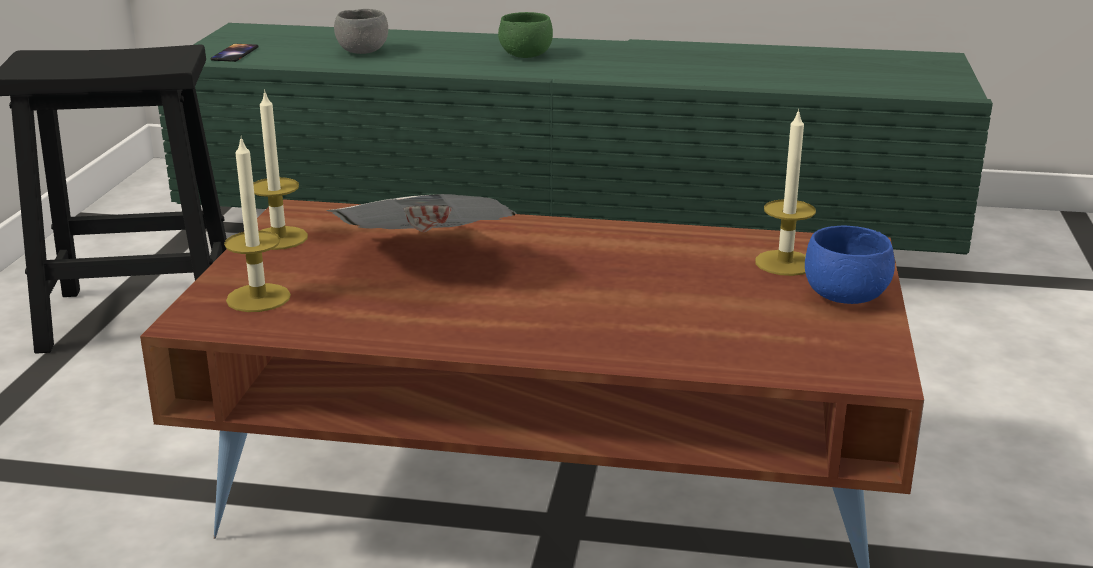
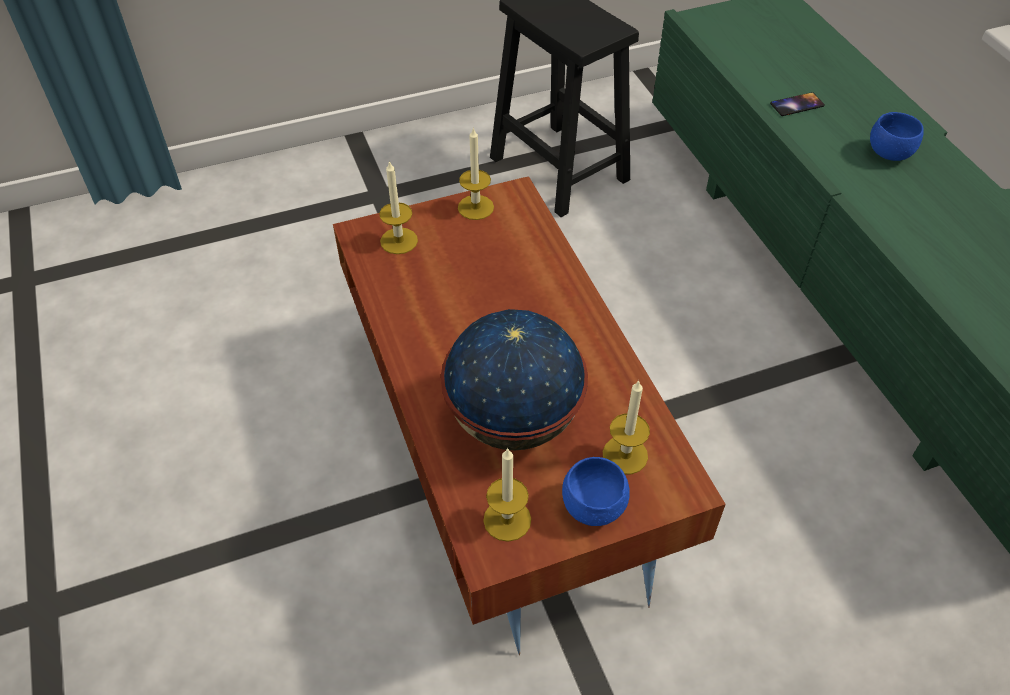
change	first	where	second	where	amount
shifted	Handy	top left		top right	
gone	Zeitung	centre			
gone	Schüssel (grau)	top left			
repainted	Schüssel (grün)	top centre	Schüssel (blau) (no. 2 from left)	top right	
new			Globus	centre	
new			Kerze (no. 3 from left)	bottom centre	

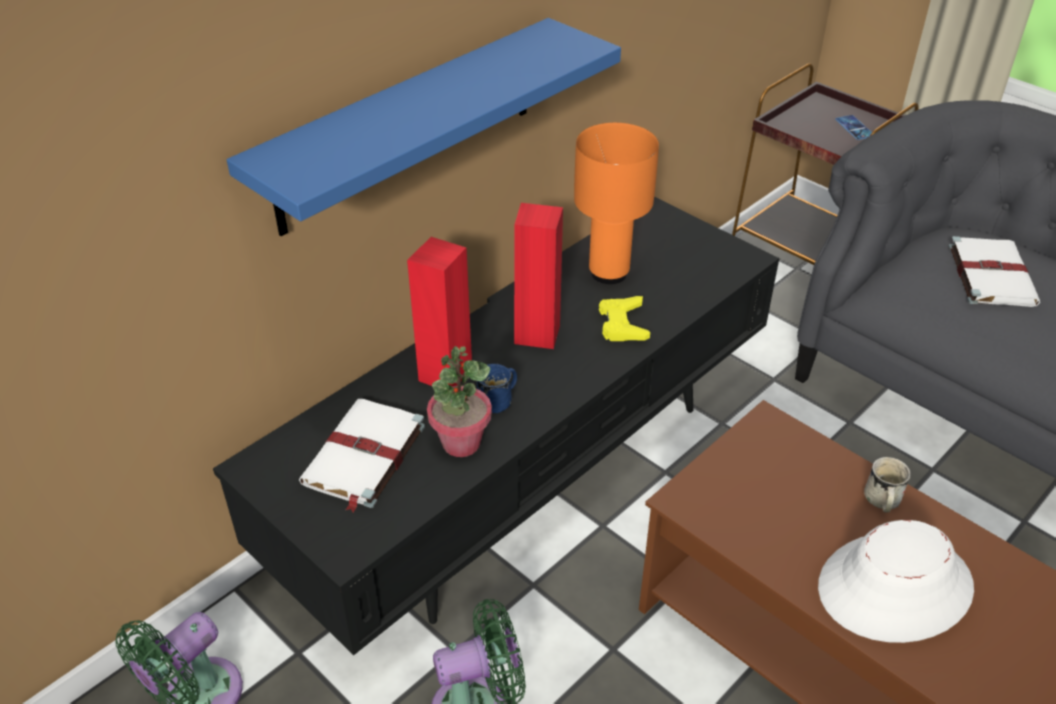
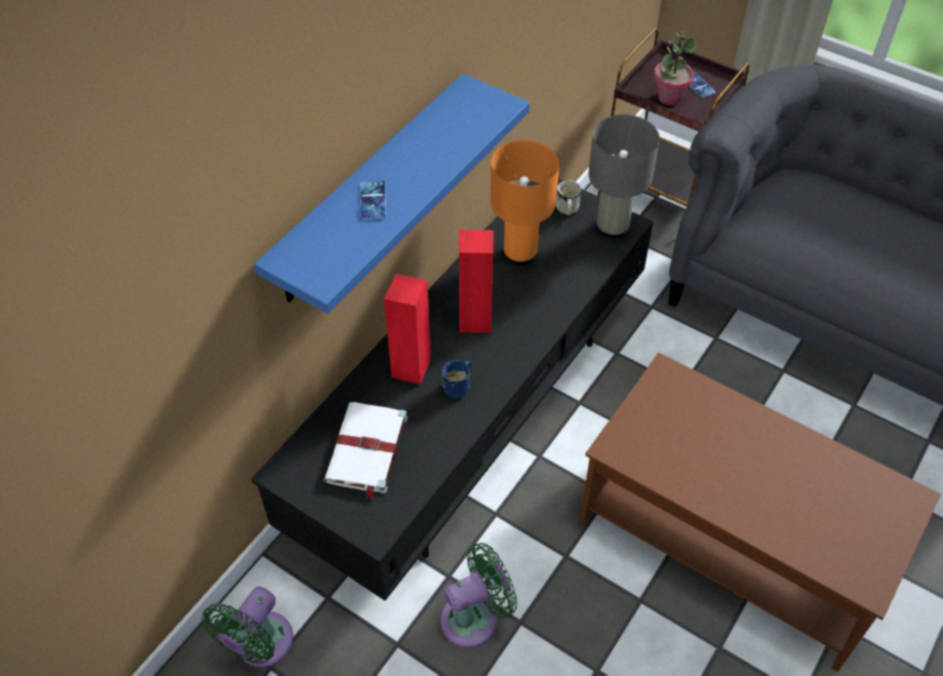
change	first	where	second	where	amount
shifted	Topfpflanze	centre		top right	
gone	Gamepad (gelb)	centre			
gone	Hut (weiß)	bottom right			
shifted	Henkelbecher (weiß)	bottom right		top centre	
gone	Buch (weiß) (no. 2 from left)	middle right			
new			Handy (no. 1 from left)	top centre	
new			Tischlampe (grau)	top centre	

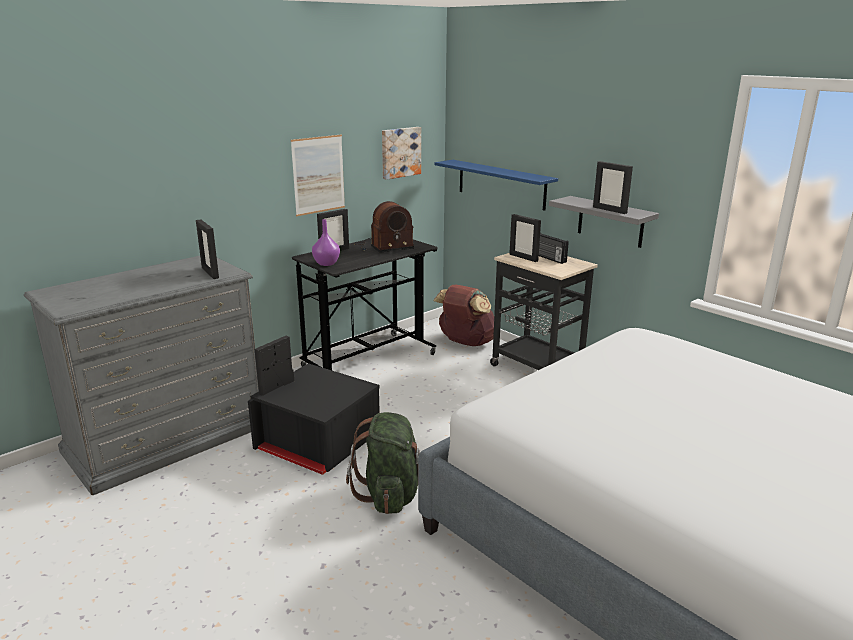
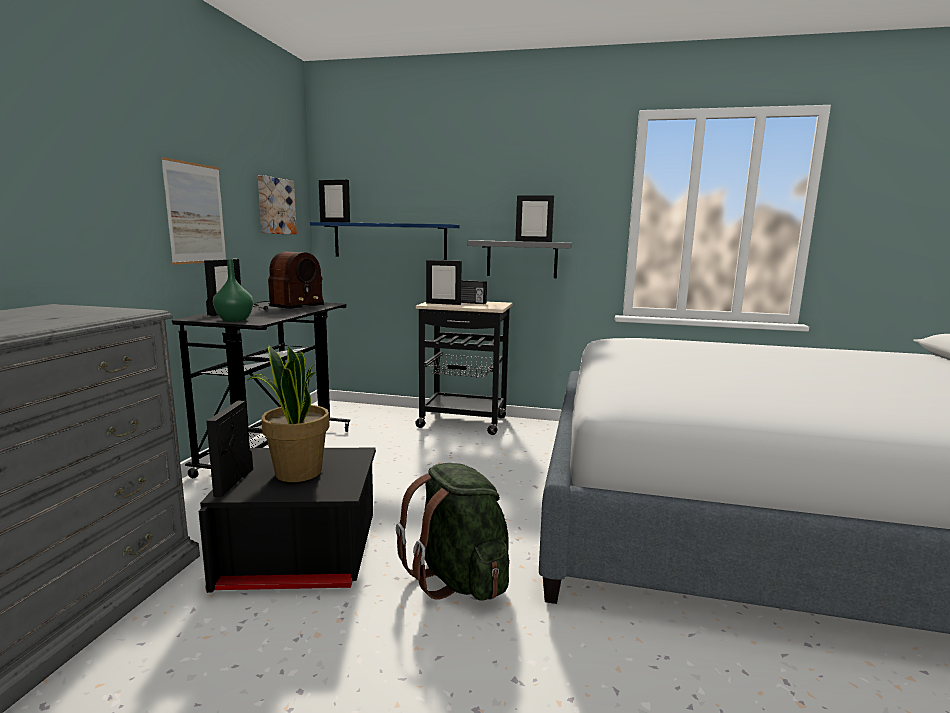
change	first	where	second	where	amount
shifted	Bilderrahmen (no. 1 from left in the first image)	middle left	Bilderrahmen (no. 3 from left)	top centre	
repainted	Vase (lila)	centre	Vase (grün)	middle left	
gone	Rucksack (braun)	centre			
new			Topfpflanze	middle left	

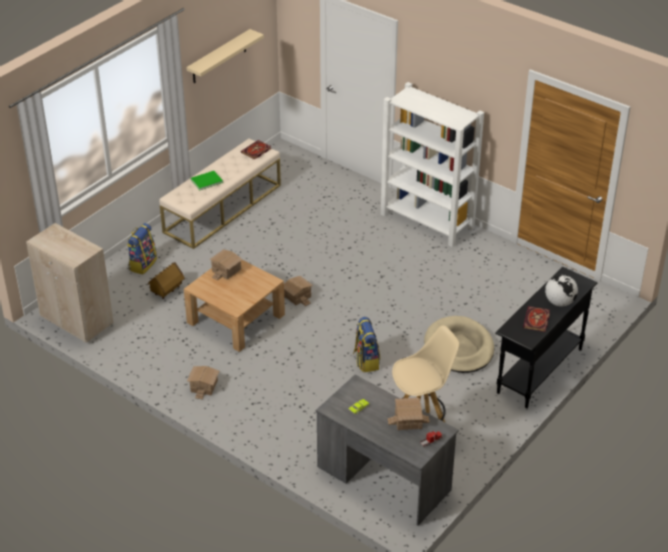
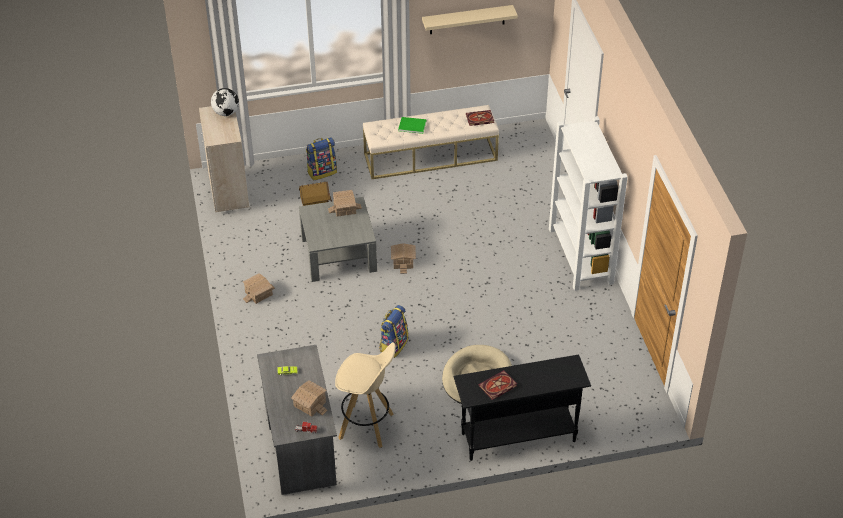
change	first	where	second	where	amount
repainted	Couchtisch (braun)	centre	Couchtisch (grau)	centre	
shifted	Globus	middle right		top left	

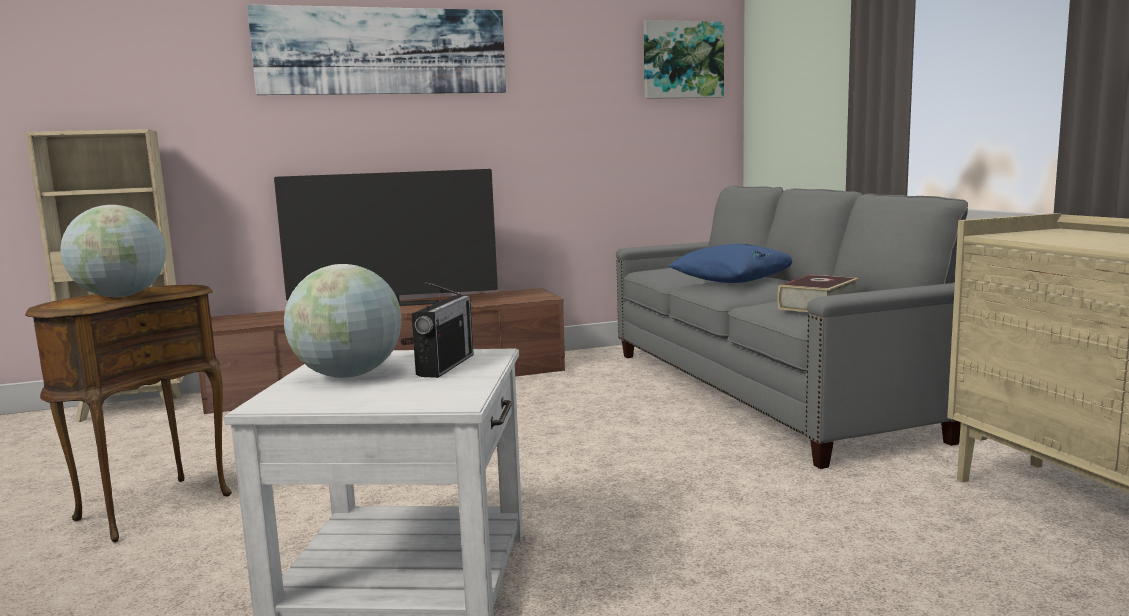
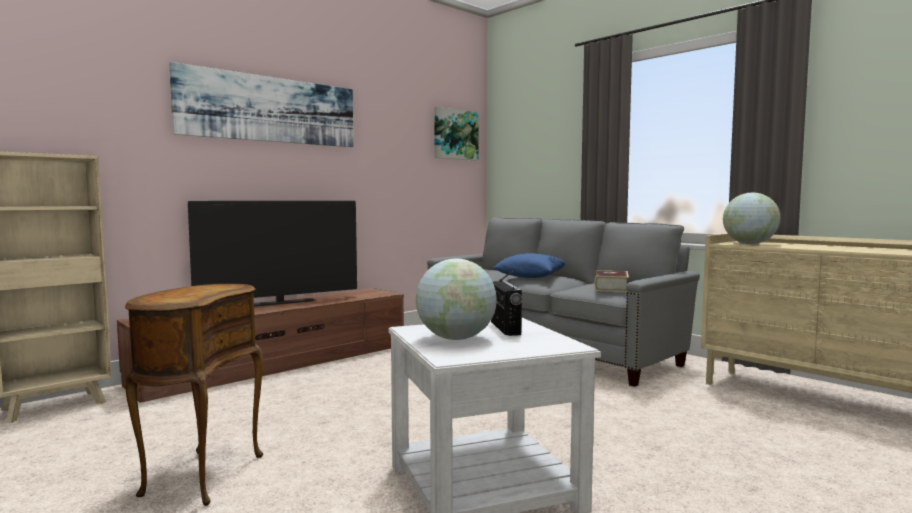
change	first	where	second	where	amount
shifted	Globus (no. 1 from left in the first image)	middle left	Globus (no. 2 from left)	middle right	

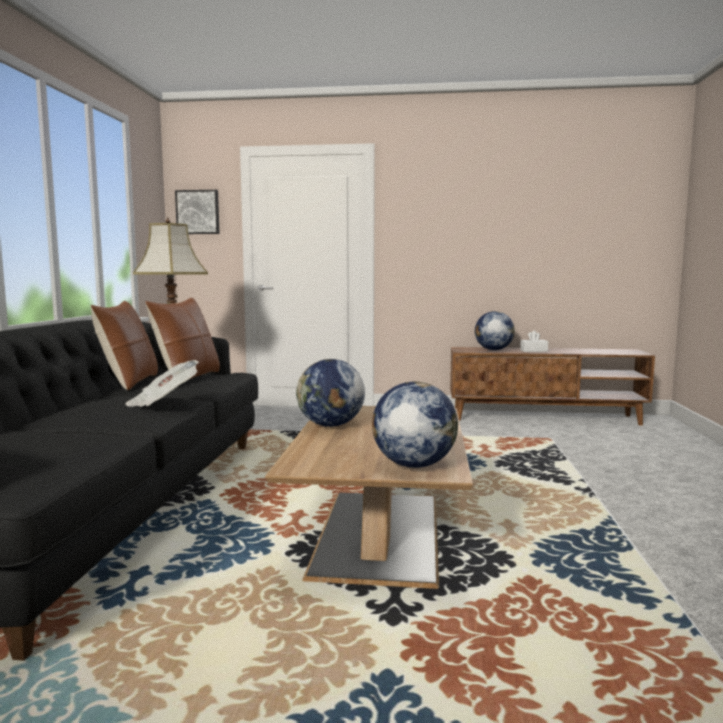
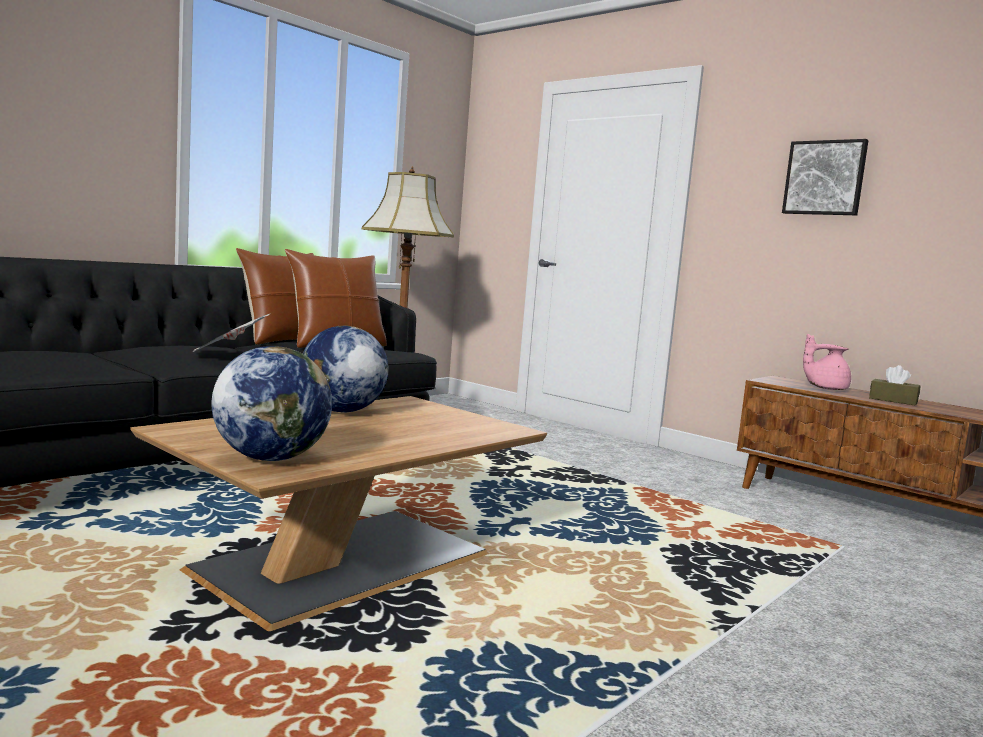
change	first	where	second	where	amount
shifted	Bild	top left		top right	
swapped	Globus (no. 3 from left)	middle right	Teekanne (rosa)	middle right	
repainted	Taschentuchbox (weiß)	middle right	Taschentuchbox (braun)	middle right	

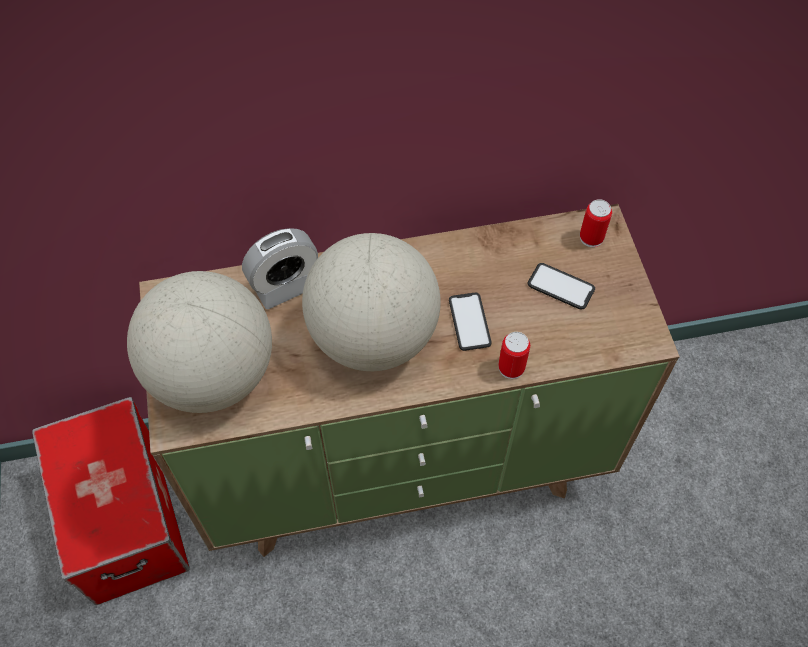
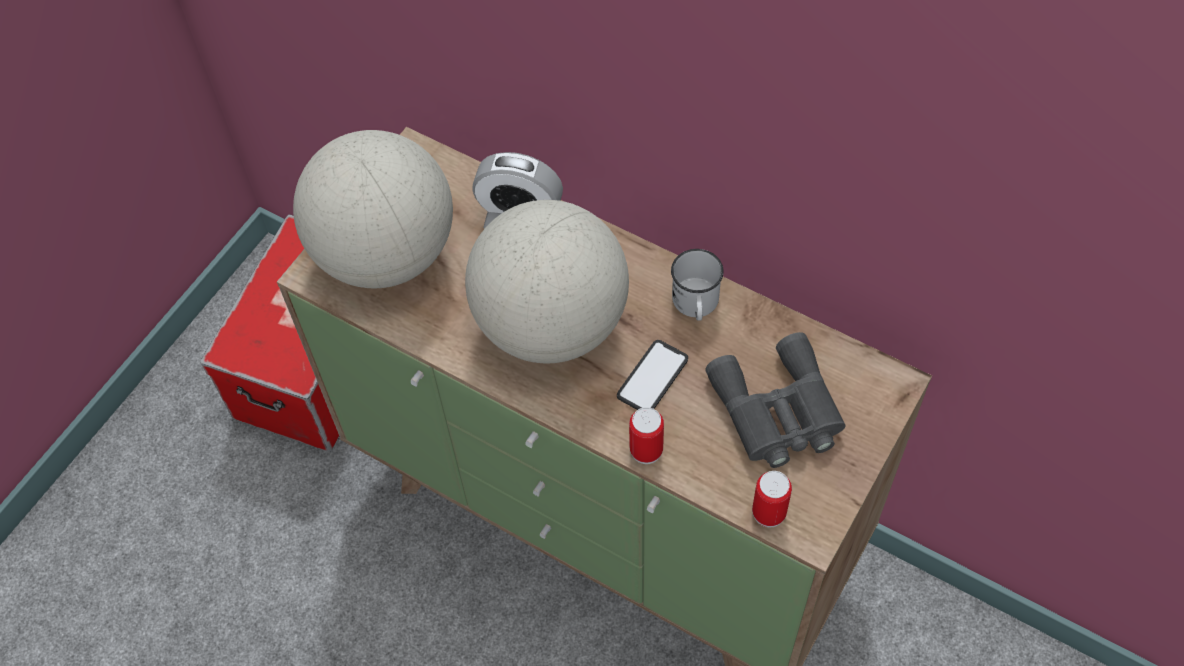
change	first	where	second	where	amount
swapped	Handy (no. 2 from left)	middle right	Fernglas (grau)	centre	
shifted	Dose (no. 2 from left)	middle right		bottom centre	
new			Henkelbecher (weiß)	centre	

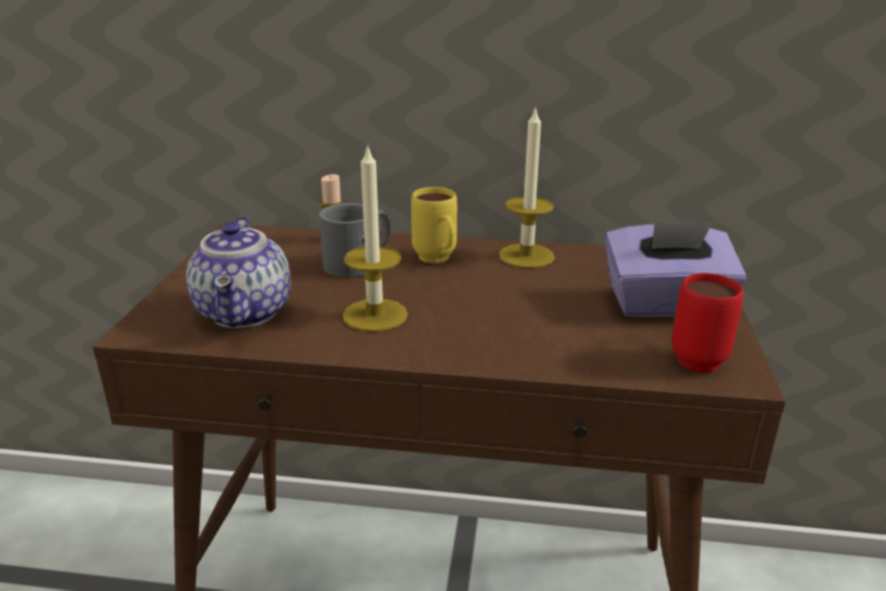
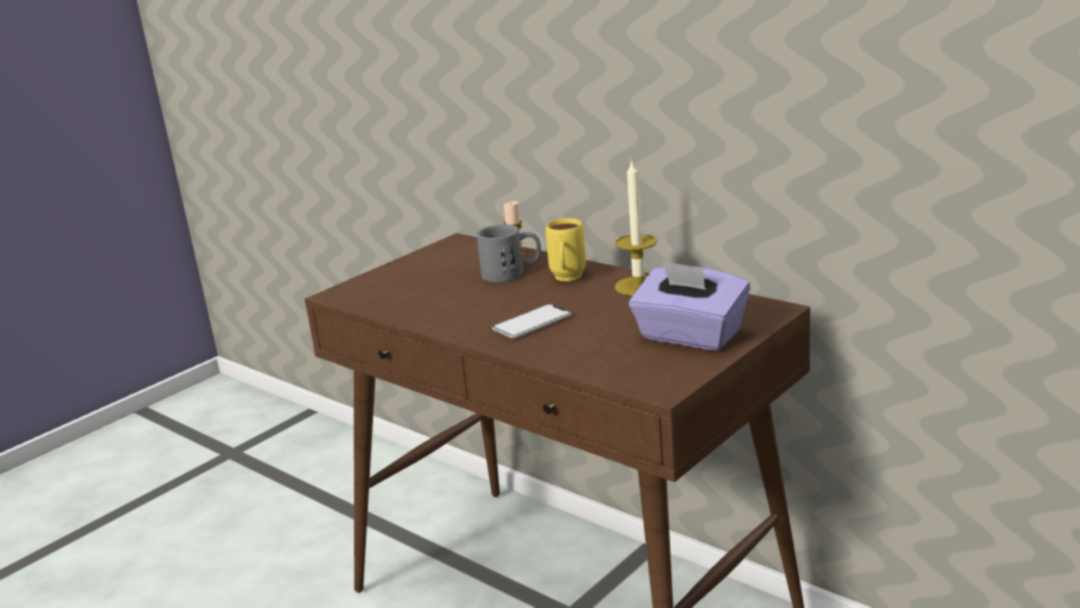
change	first	where	second	where	amount
gone	Teekanne	middle left			
gone	Kerze (no. 2 from left)	centre			
gone	Henkelbecher (rot)	middle right			
new			Handy	centre	

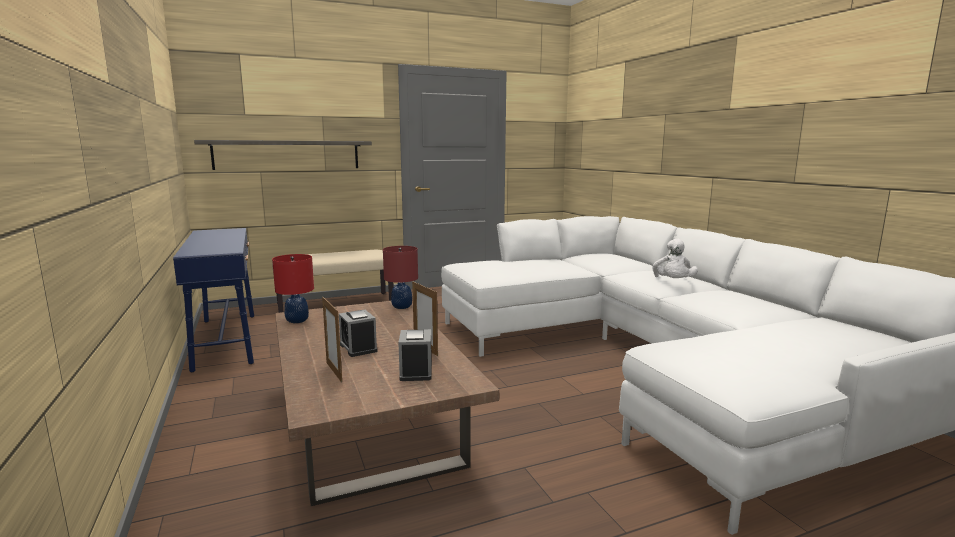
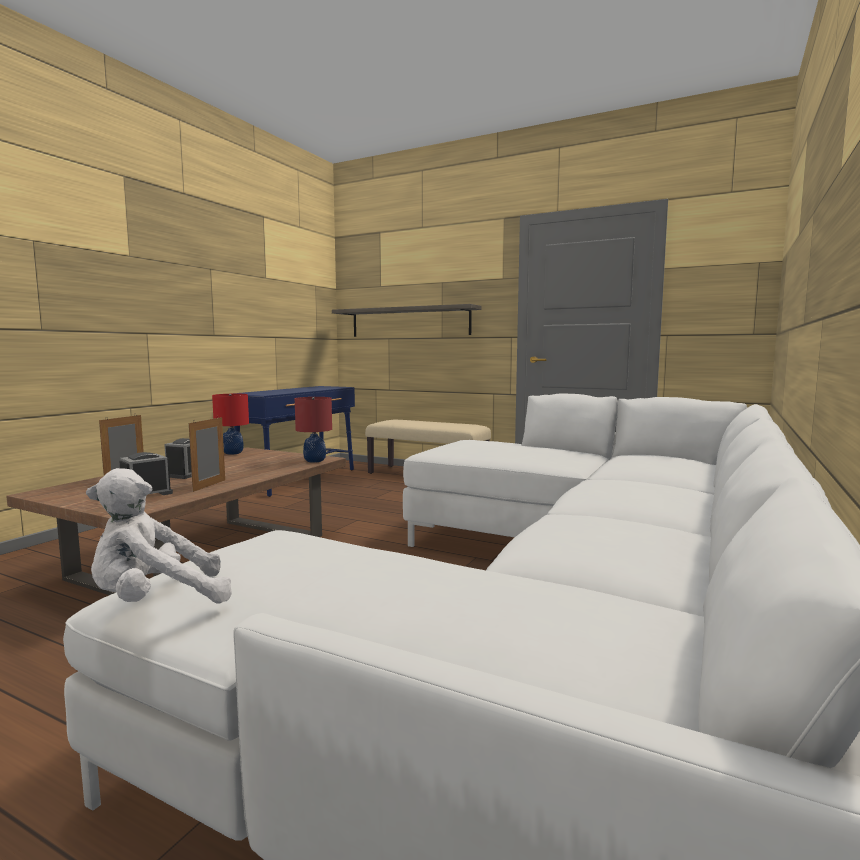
change	first	where	second	where	amount
shifted	Plüschtier (weiß)	middle right		middle left	

